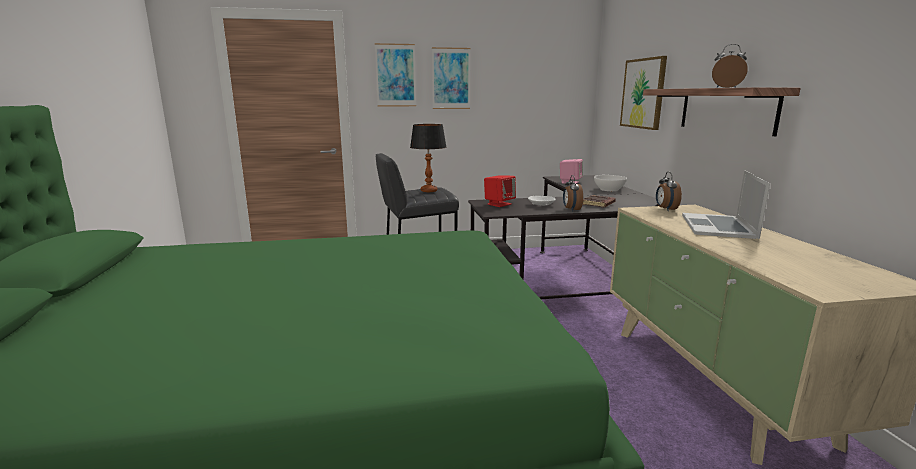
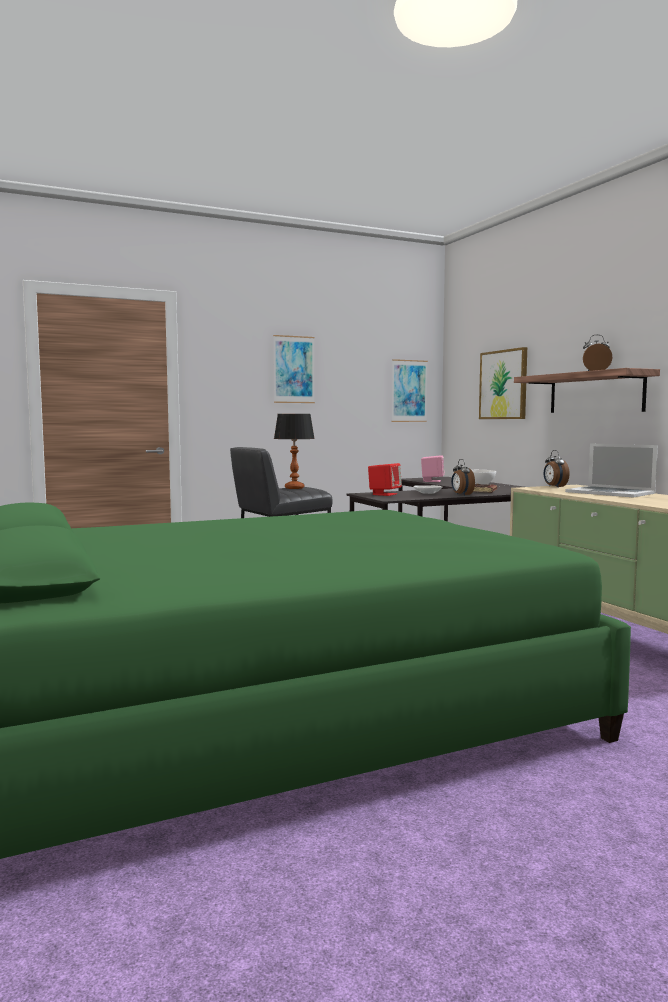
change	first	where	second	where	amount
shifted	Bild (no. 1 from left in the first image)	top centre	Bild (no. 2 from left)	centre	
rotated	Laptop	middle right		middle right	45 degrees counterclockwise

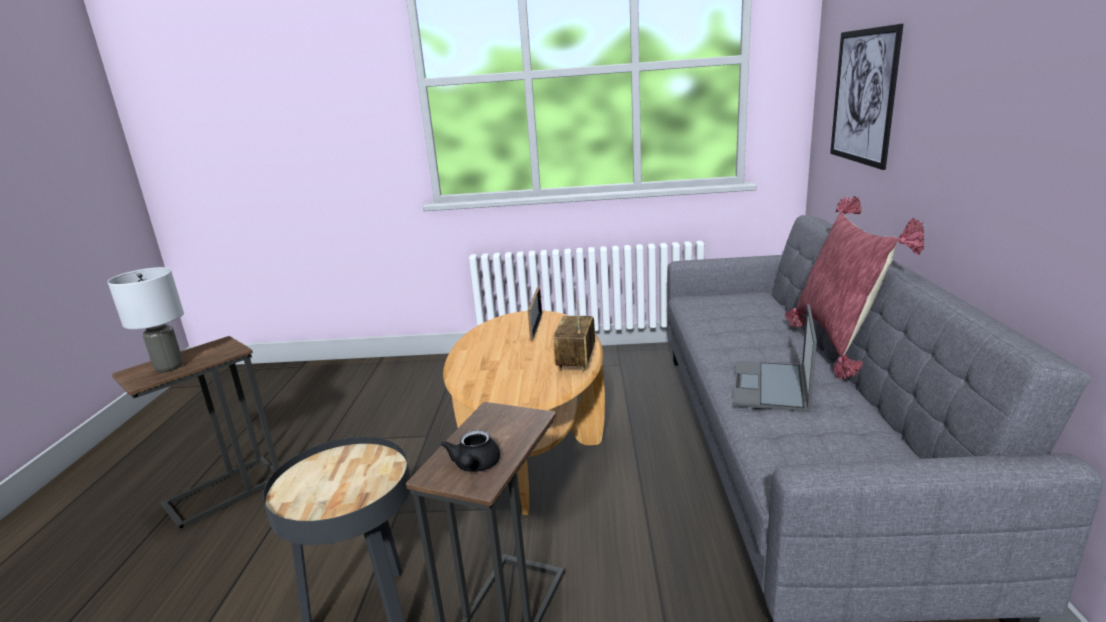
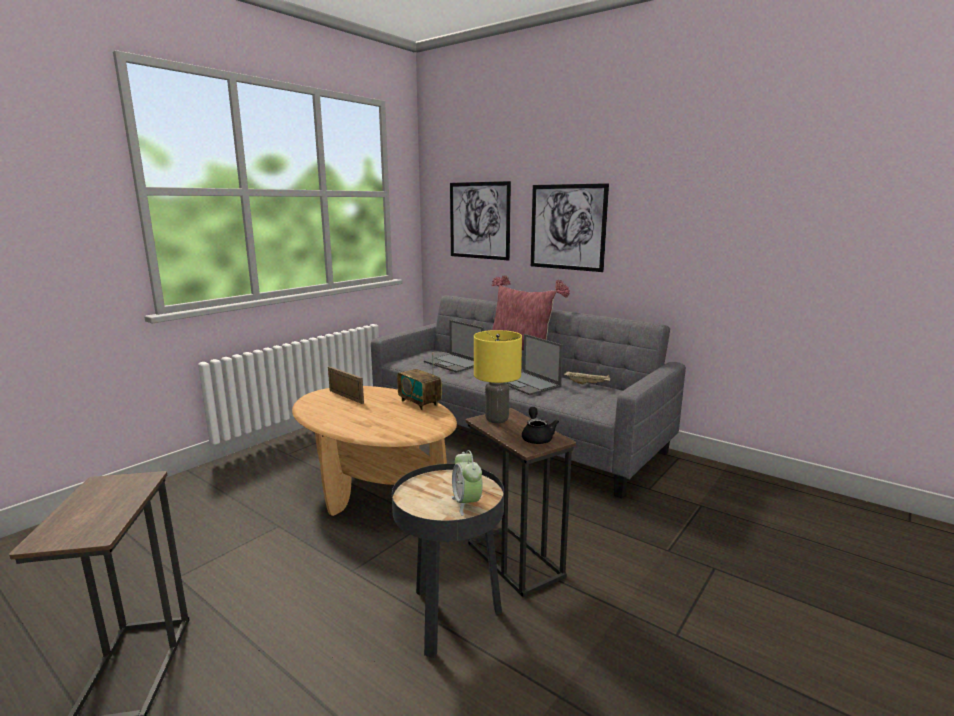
change	first	where	second	where	amount
gone	Tischlampe (weiß)	middle left			
rotated	Teekanne (schwarz)	bottom centre		centre	135 degrees counterclockwise
new			Laptop (no. 1 from left)	centre	
new			Wecker	bottom centre	
new			Tischlampe (gelb)	centre	
new			Bild (no. 2 from left)	top centre	
new			Tablett (beige)	centre	

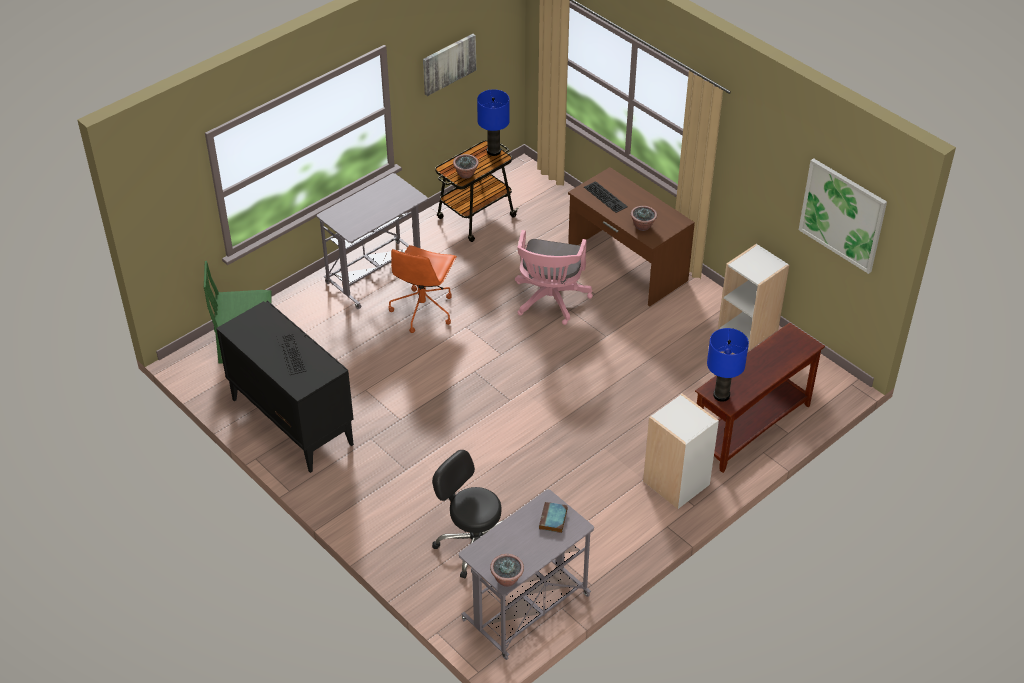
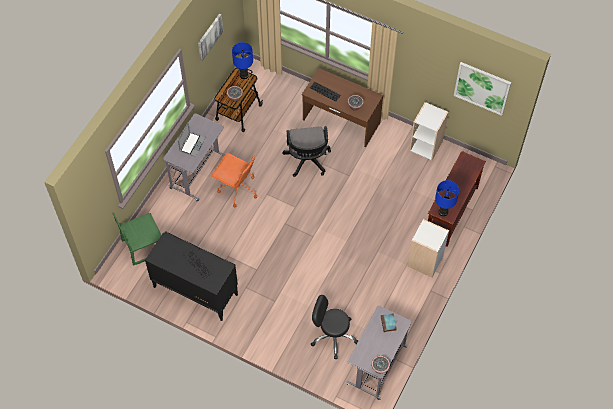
change	first	where	second	where	amount
rotated	Bürostuhl (orange)	centre		centre	60 degrees counterclockwise
repainted	Bürostuhl (rosa)	centre	Bürostuhl (schwarz) (no. 1 from left)	centre	
new			Laptop	middle left	

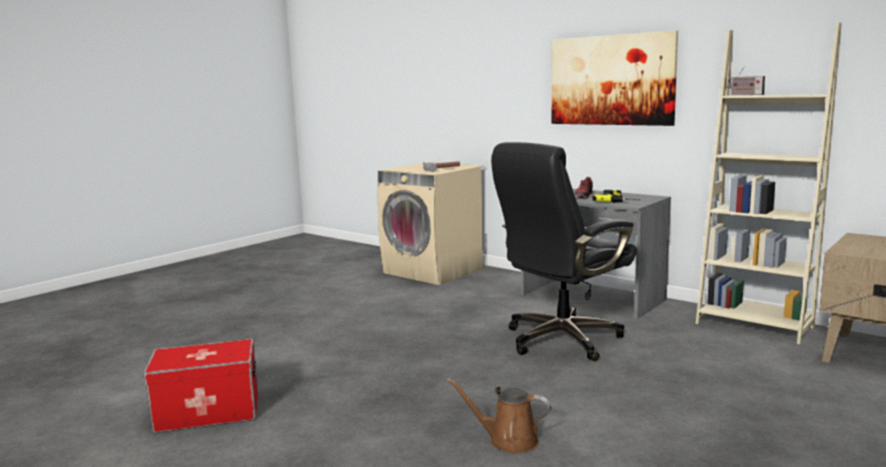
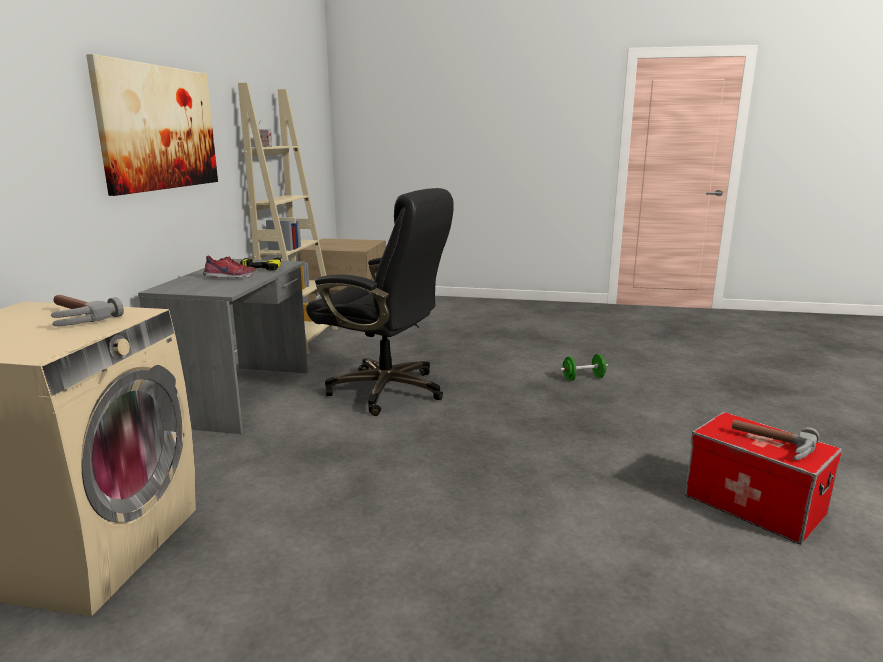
change	first	where	second	where	amount
swapped	Gießkanne (braun)	bottom centre	Hantel (grün)	centre	
new			Hammer (no. 2 from left)	middle right	

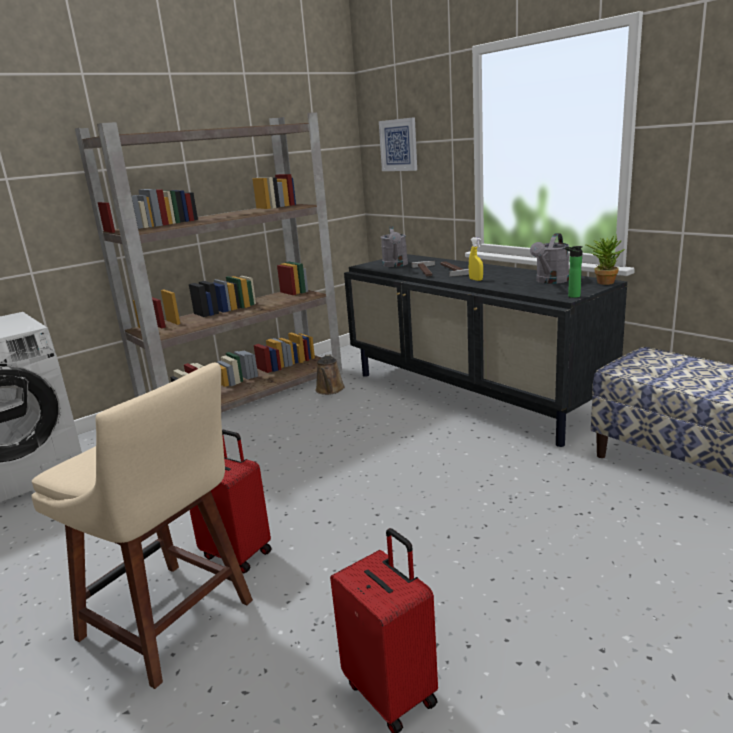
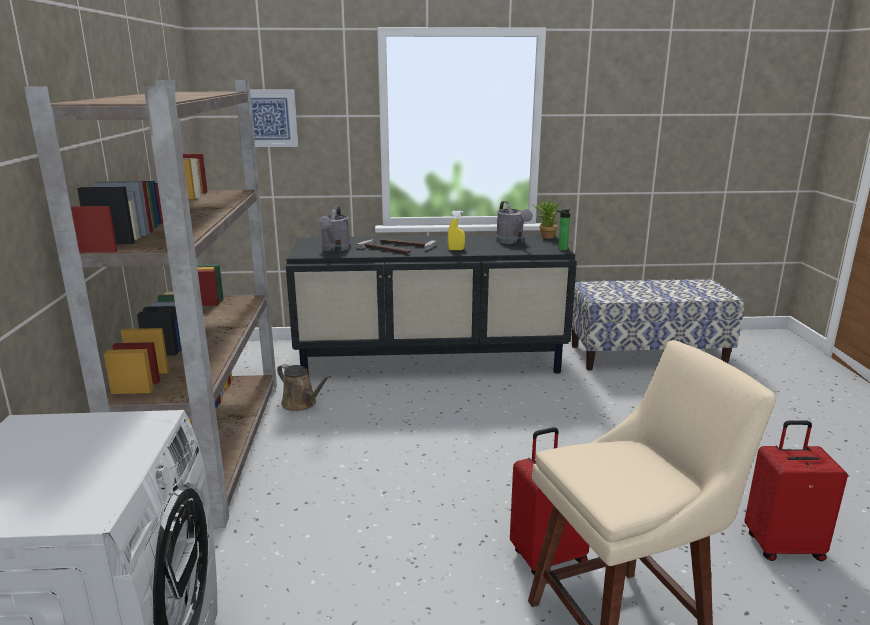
change	first	where	second	where	amount
rotated	Gießkanne (grau) (no. 1 from left)	centre		centre	60 degrees clockwise

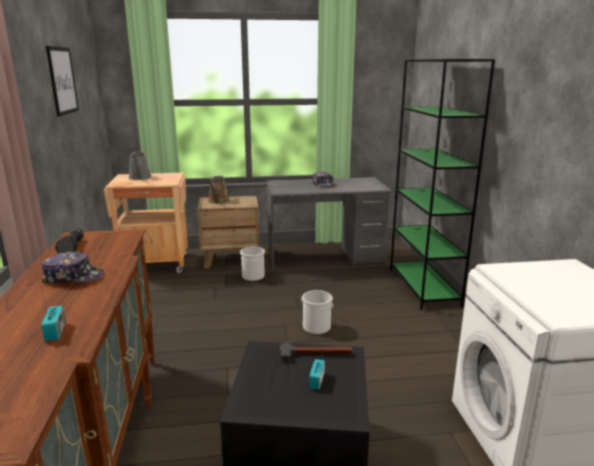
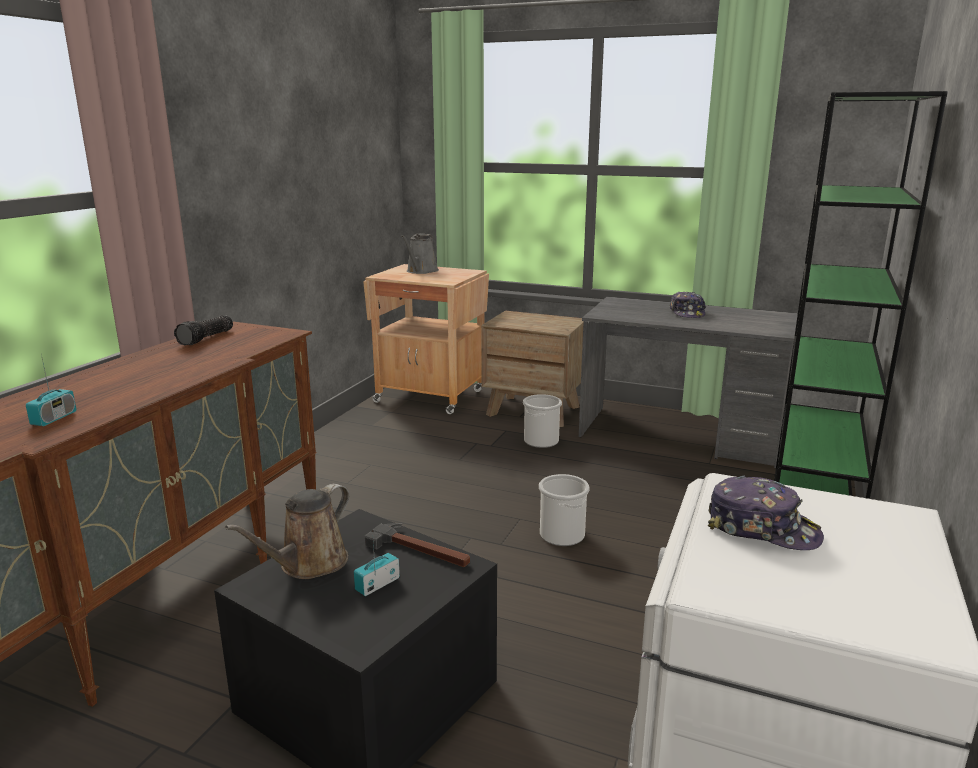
change	first	where	second	where	amount
shifted	Kappe (no. 1 from left in the first image)	middle left	Kappe (no. 2 from left)	bottom right	
gone	Bild	top left			
shifted	Gießkanne (braun)	centre		bottom left	

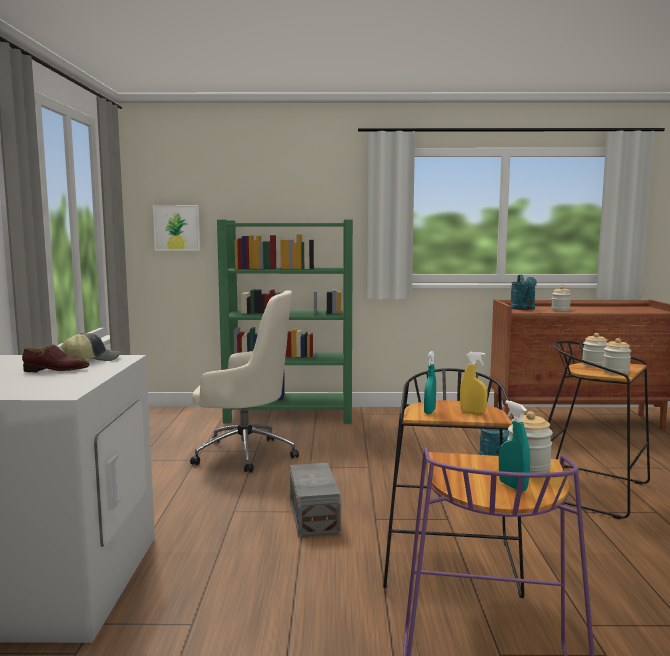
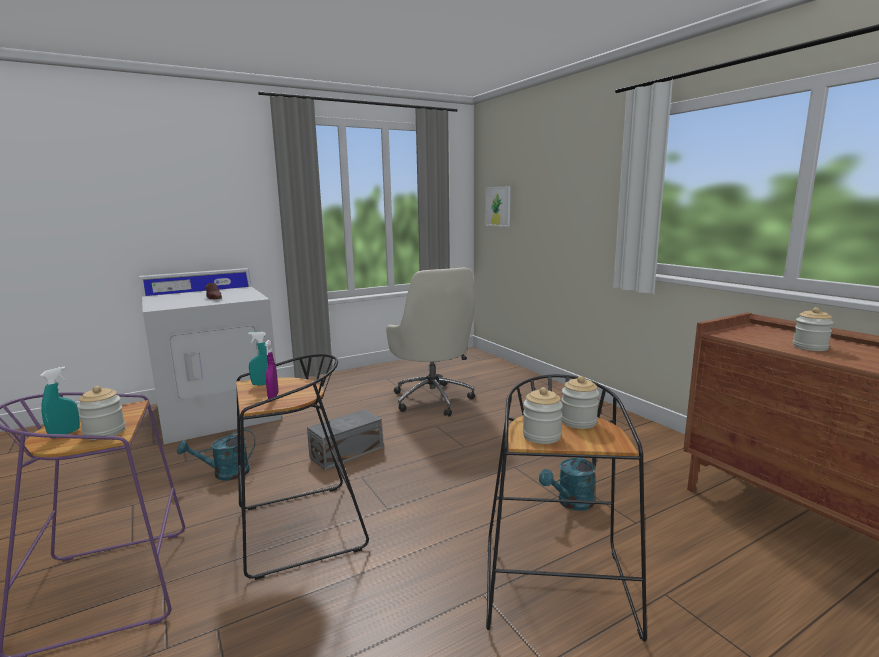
change	first	where	second	where	amount
gone	Kappe	middle left			
gone	Bücherregal (grün)	centre			
repainted	Sprühflasche (gelb)	middle right	Sprühflasche (lila)	middle left	
shifted	Gießkanne (türkis) (no. 2 from left in the first image)	middle right	Gießkanne (türkis) (no. 1 from left)	bottom left	

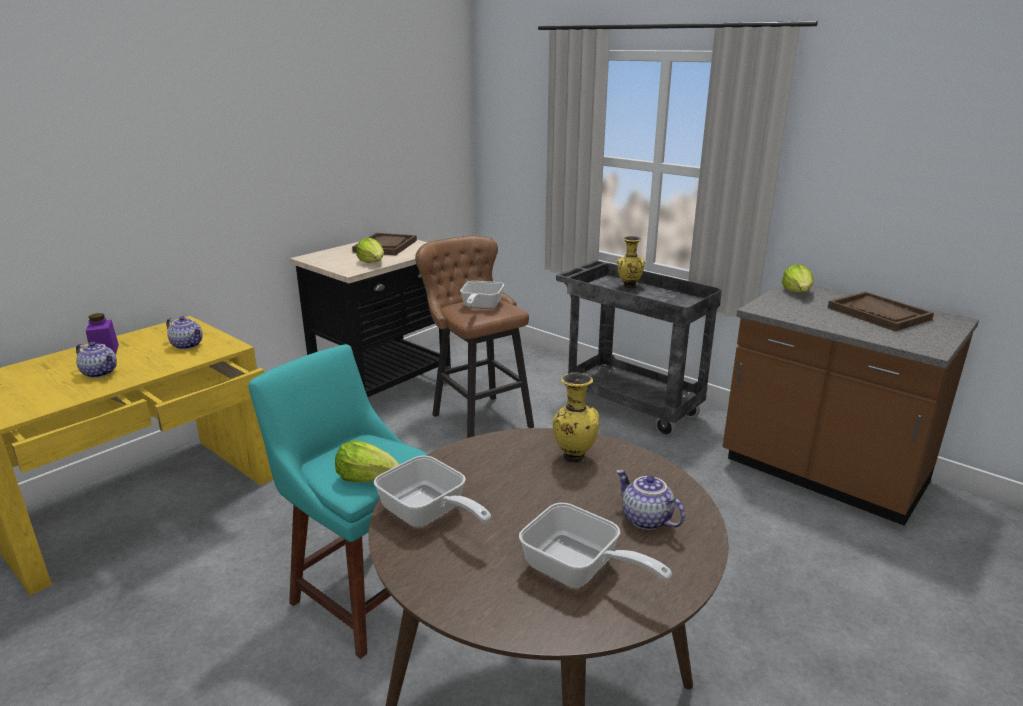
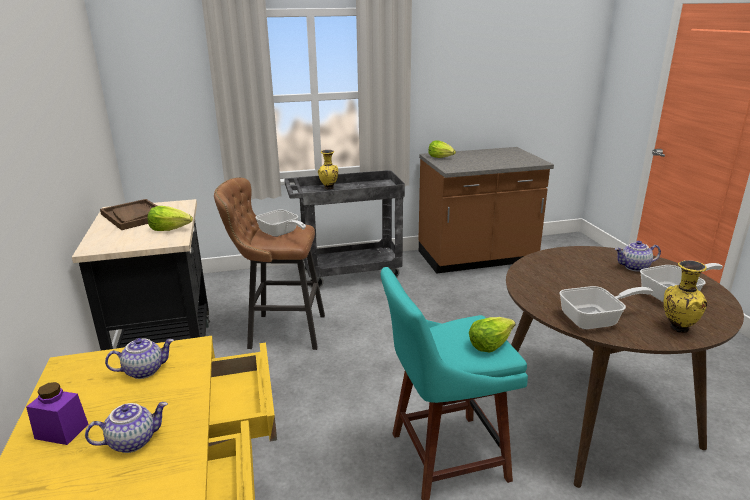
change	first	where	second	where	amount
shifted	Vase (gelb) (no. 1 from left in the first image)	centre	Vase (gelb) (no. 2 from left)	middle right	
gone	Tablett (braun) (no. 2 from left)	middle right			

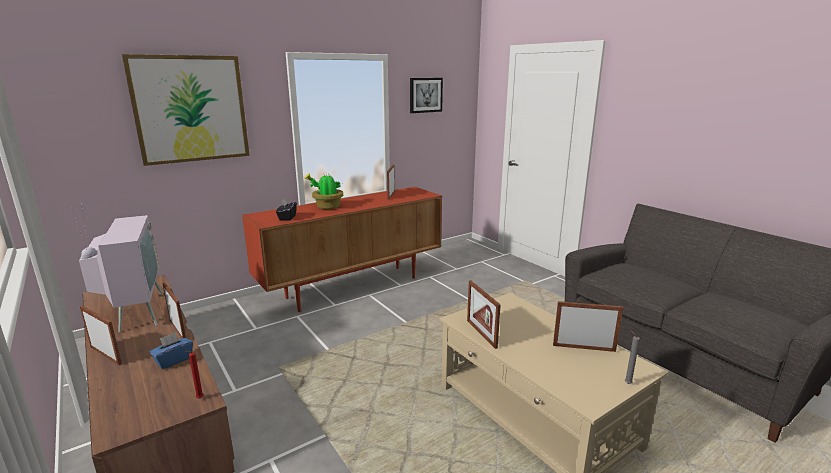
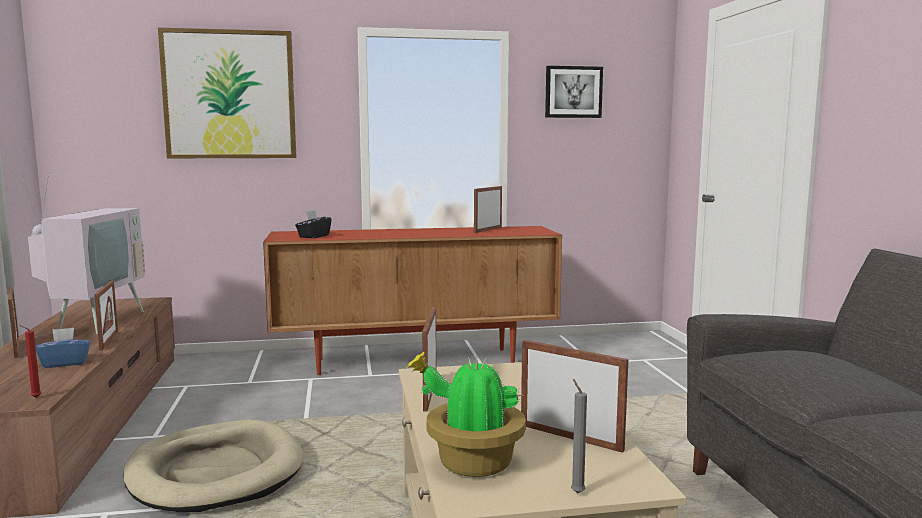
change	first	where	second	where	amount
shifted	Topfpflanze	centre		bottom centre	
new			Hundebett (beige)	bottom left	

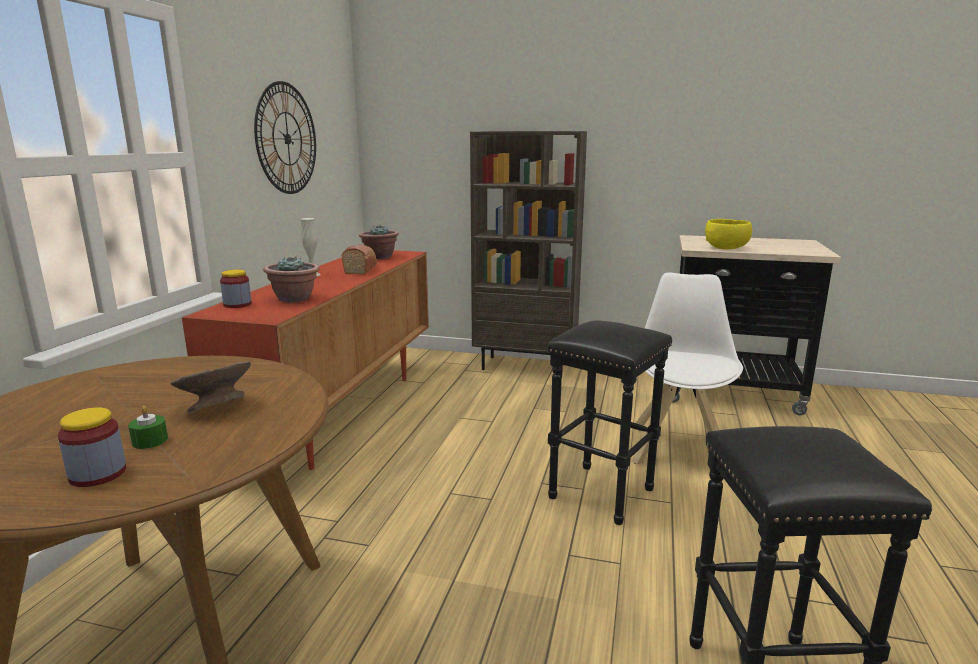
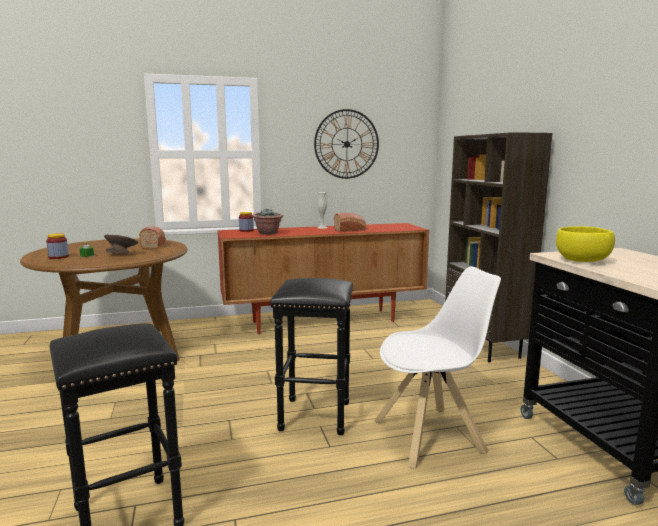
change	first	where	second	where	amount
gone	Topfpflanze (no. 2 from left)	centre			
new			Brot (no. 1 from left)	middle left	

